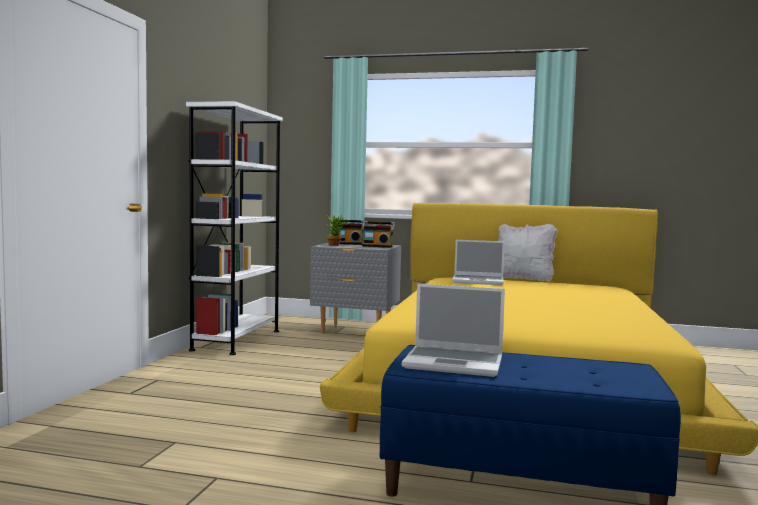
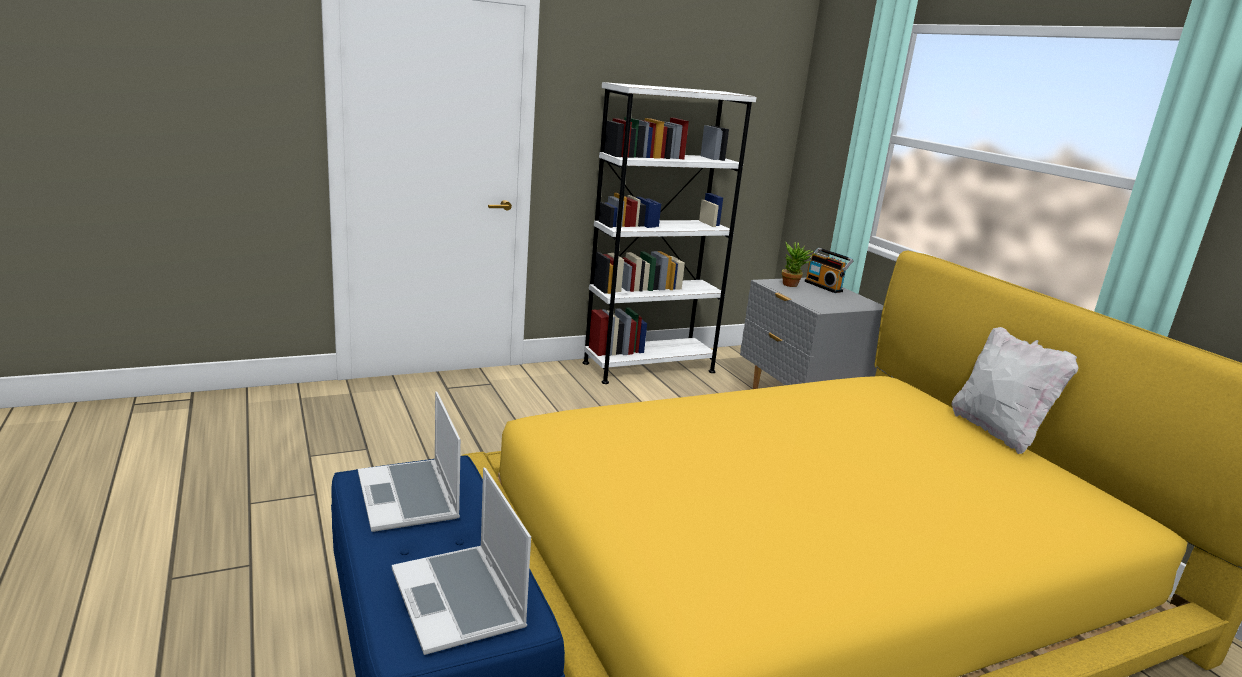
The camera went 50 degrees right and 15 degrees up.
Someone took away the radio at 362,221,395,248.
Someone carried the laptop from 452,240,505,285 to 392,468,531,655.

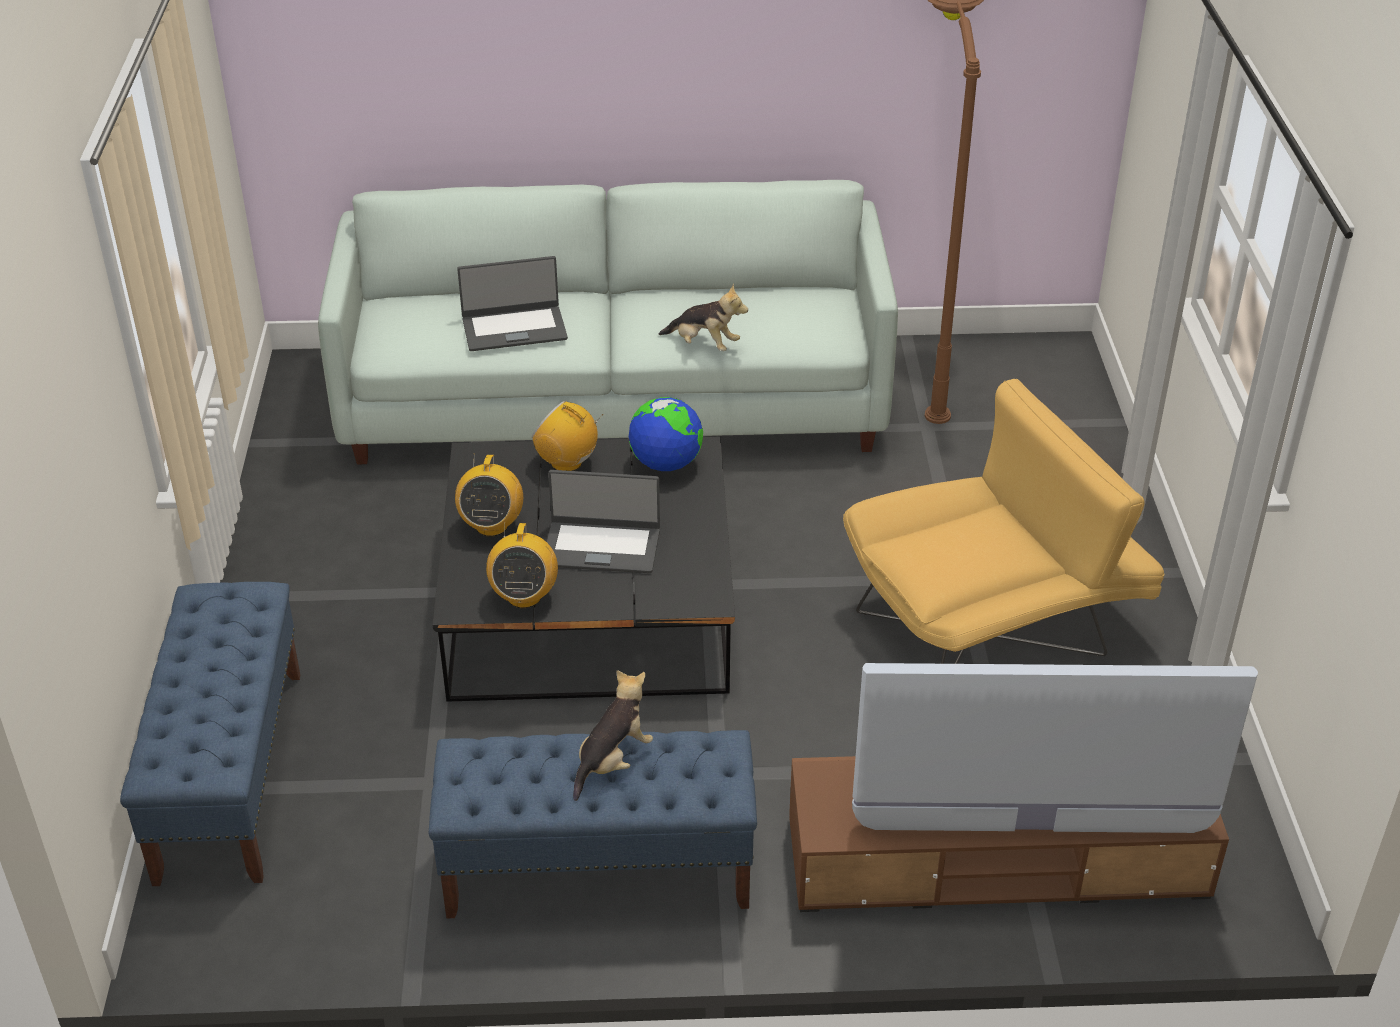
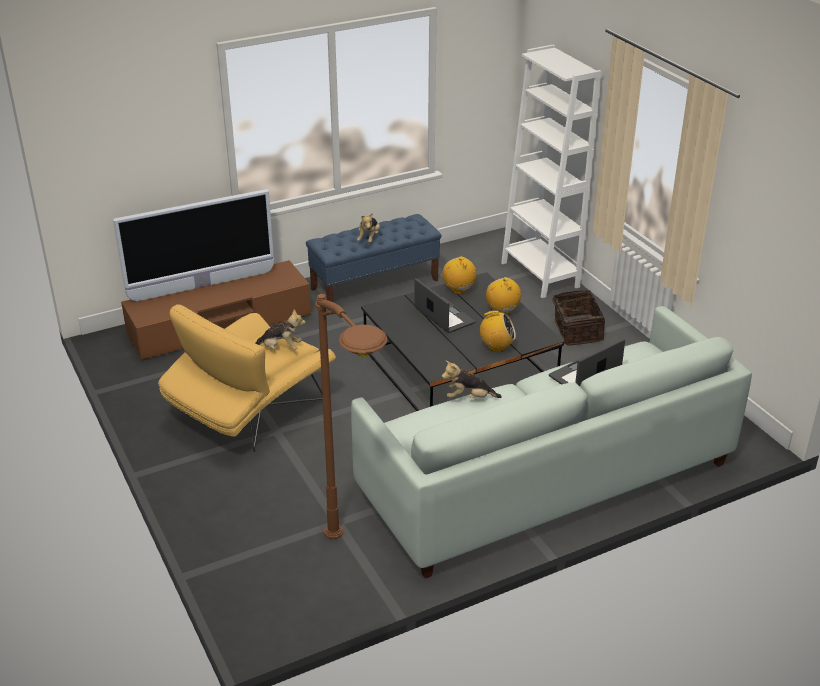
The camera went 155 degrees right and 5 degrees down.
Someone took away the globe at 629,397,703,471.
Someone rotated the laptop at 547,470,660,573 by 75 degrees clockwise.
Someone swapped the blue bench at 120,582,300,886 for the white bookcase at 501,45,602,298.
Someone put down the basket at 551,290,605,345.
Someone put down the plush toy at 255,309,306,350.

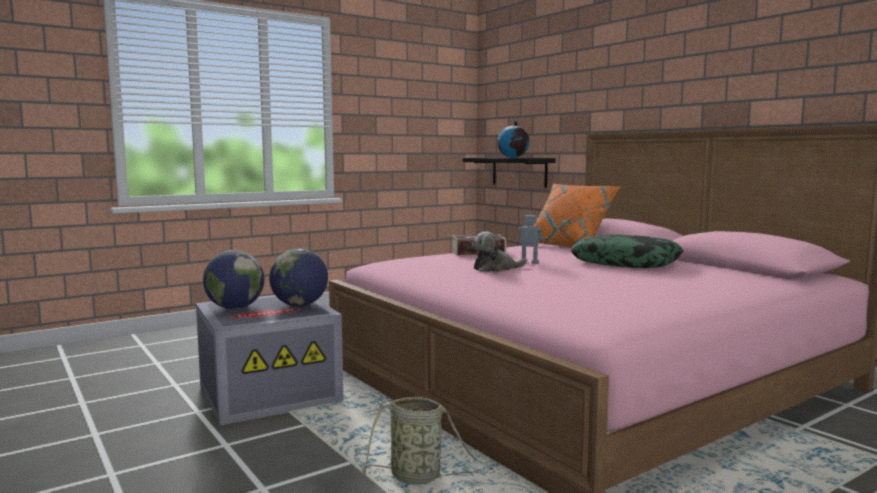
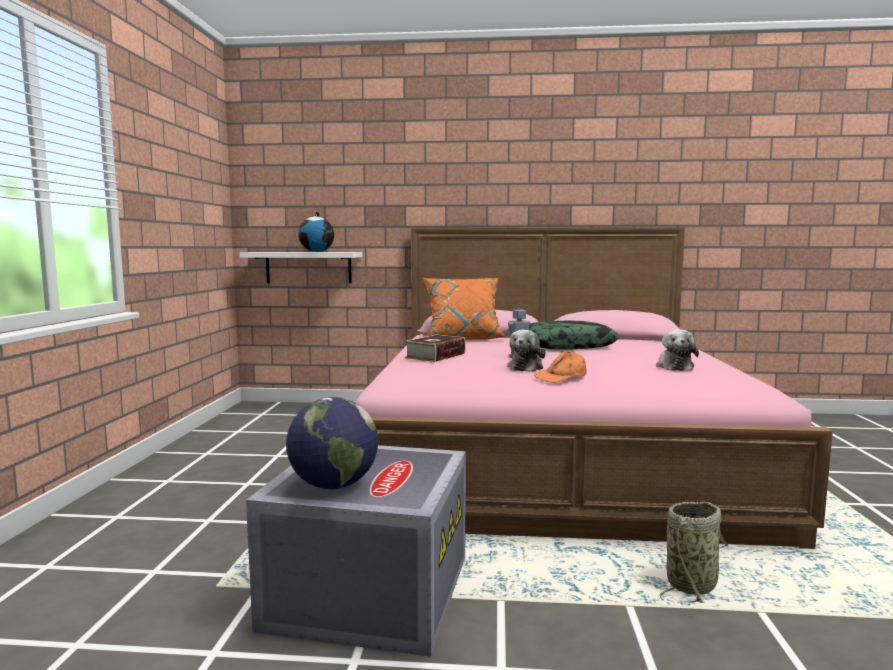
The camera went 50 degrees left and 0 degrees up.
Someone repainted the black shelf at 463,158,556,188, which became the white shelf at 240,252,362,283.
Someone took away the globe at 269,248,328,306.
Someone put down the plush toy at 656,329,699,371.
Someone put down the orange cap at 534,351,587,383.

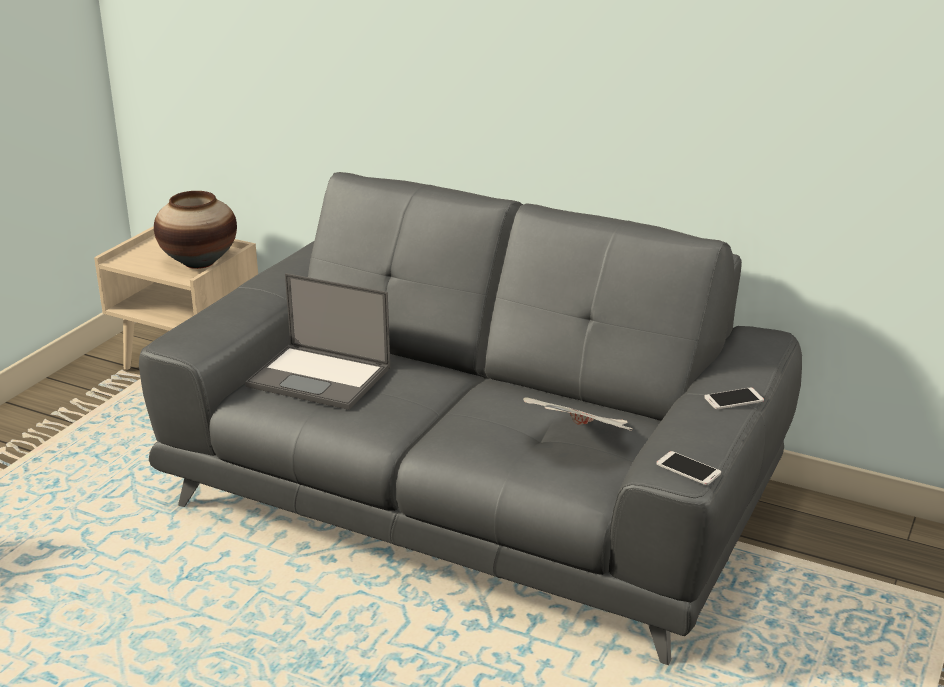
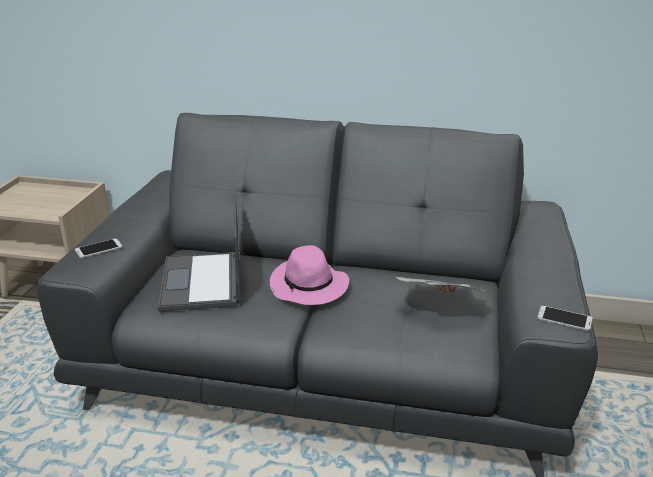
The camera went 15 degrees left and 0 degrees up.
Someone took away the vase at 154,191,237,269.
Someone rotated the laptop at 245,273,390,410 by 75 degrees clockwise.
Someone carried the phone from 704,387,764,409 to 75,238,123,258.
Someone put down the pink hat at 270,245,349,305.

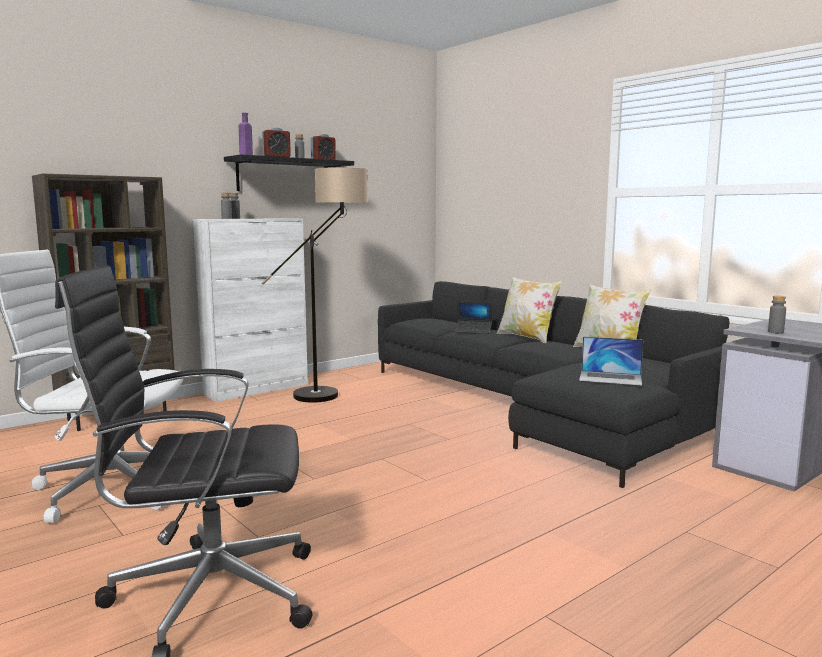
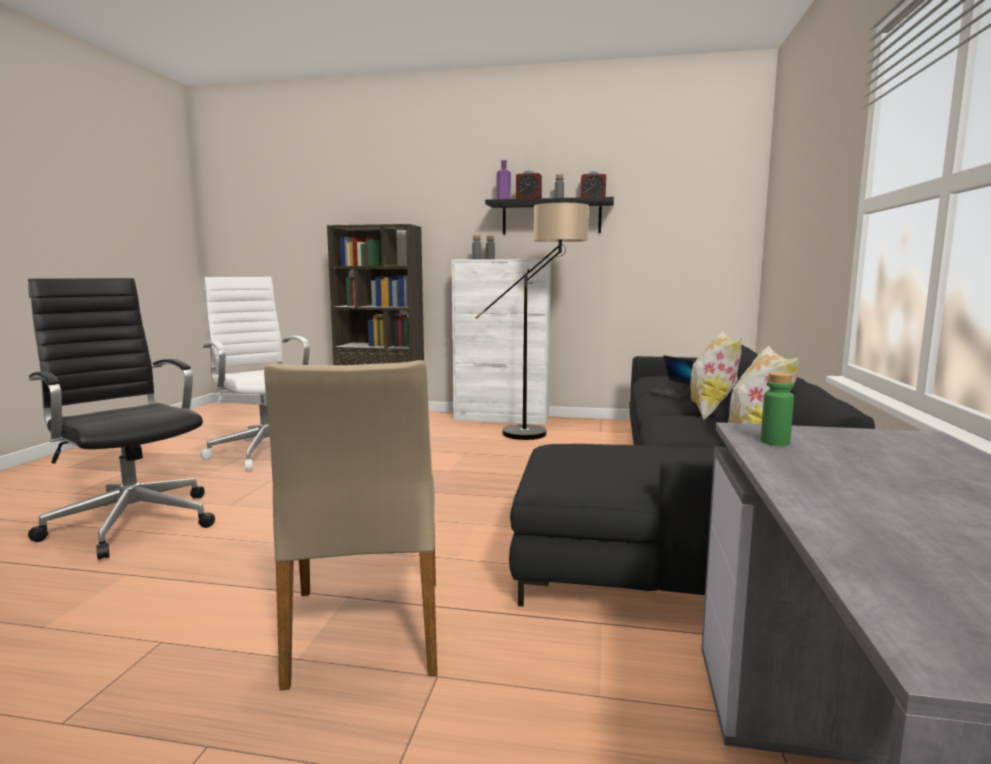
The camera went 50 degrees right and 0 degrees up.
Someone repainted the grey bottle at 768,296,786,334, which became the green bottle at 761,372,794,446.
Someone took away the laptop at 579,336,643,385.
Someone put down the beige chair at 264,360,437,691.

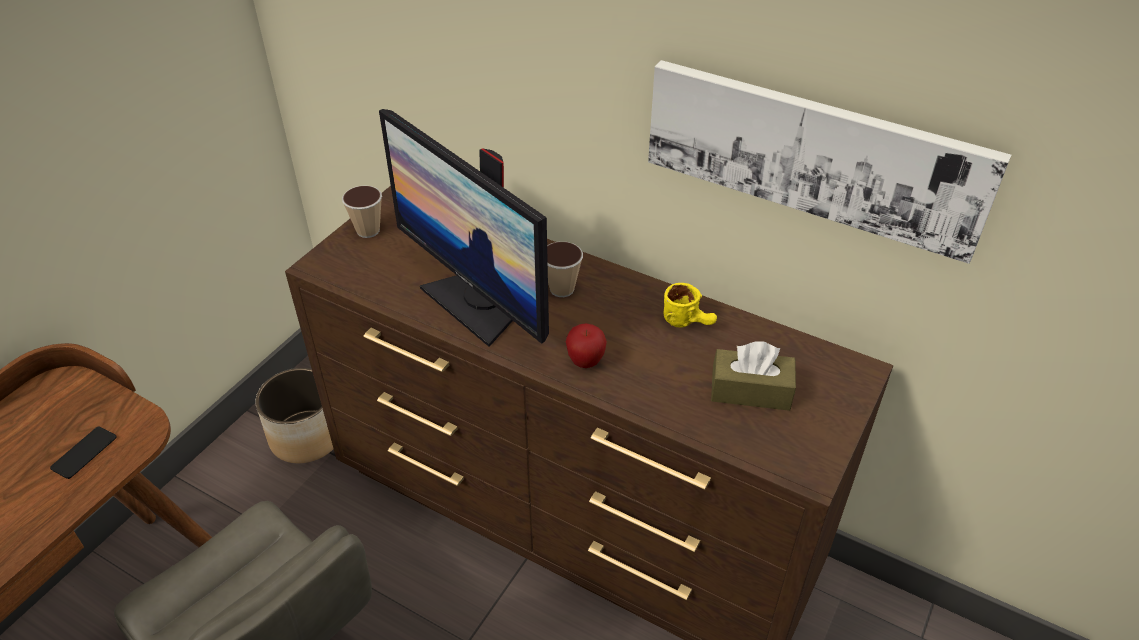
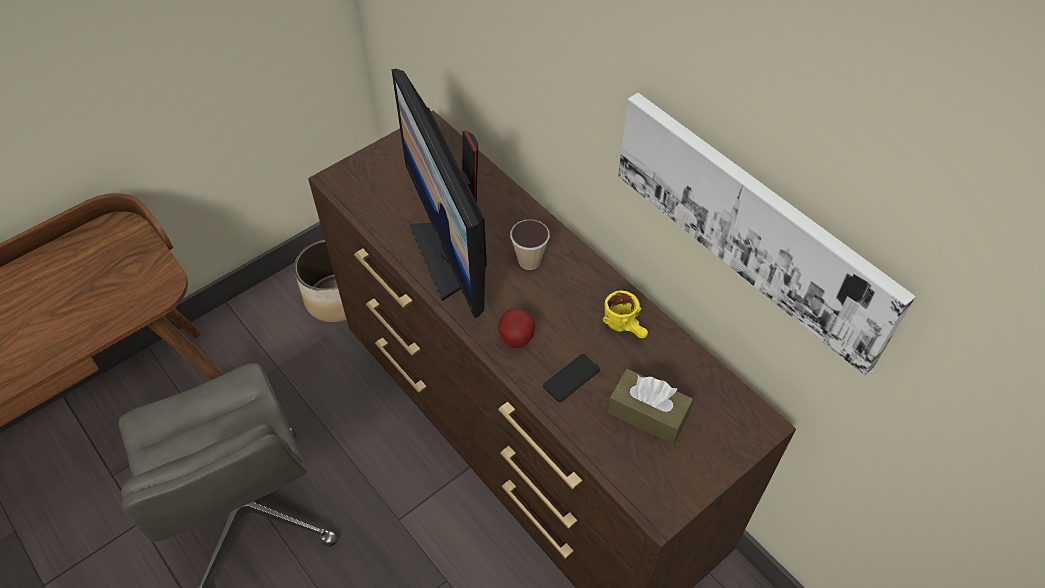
The camera went 20 degrees right and 10 degrees up.
Someone took away the cup at 342,185,382,238.
Someone carried the phone from 50,426,116,479 to 543,354,600,402.

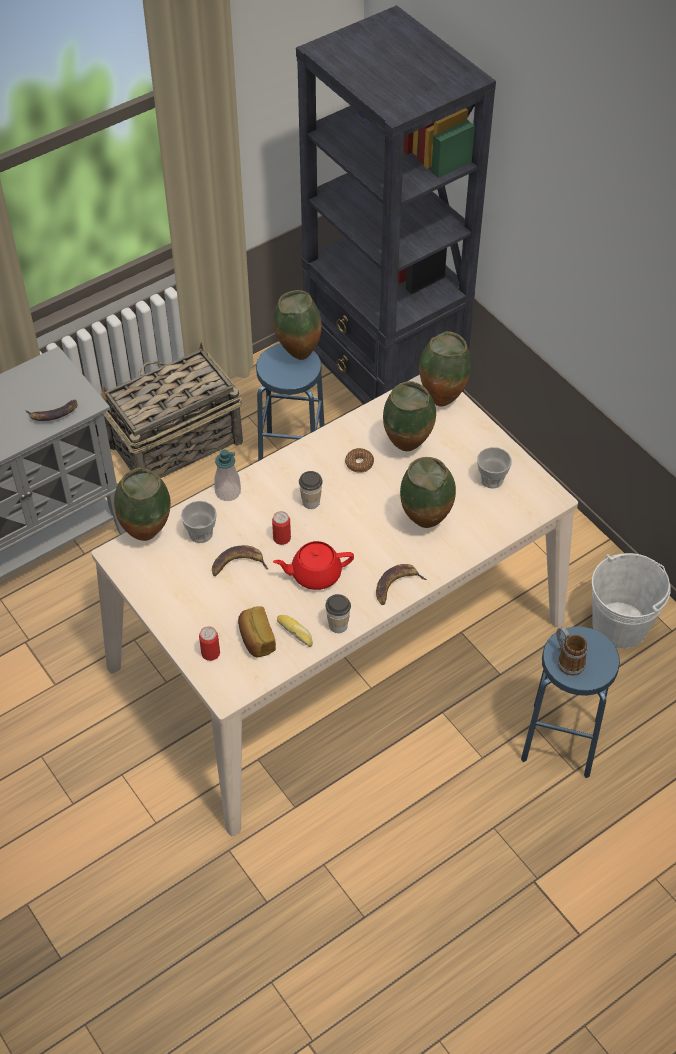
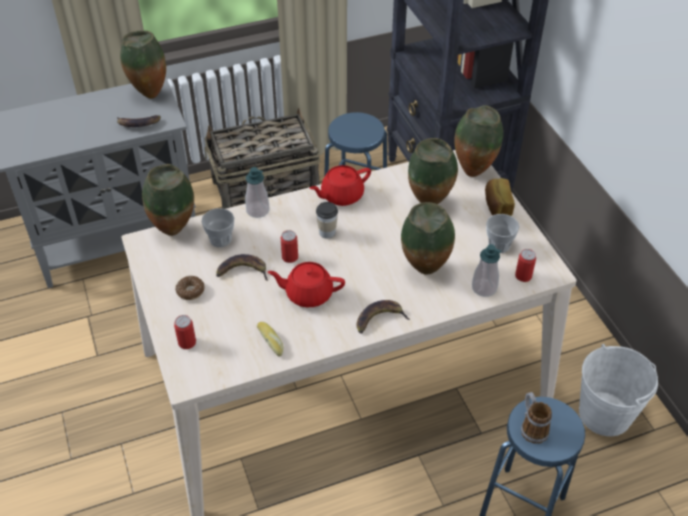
The camera went 15 degrees right and 5 degrees down.
Someone carried the vase from 273,290,322,360 to 120,30,166,99.
Someone carried the donut from 345,448,374,473 to 176,276,205,300.
Someone took away the cup at 325,594,351,633.
Someone carried the bread from 238,606,276,658 to 485,178,515,216.
Someone put down the red teapot at 310,165,371,206.
Someone put down the soap dispenser at 472,244,501,297.
Someone put down the can at 515,249,536,282.

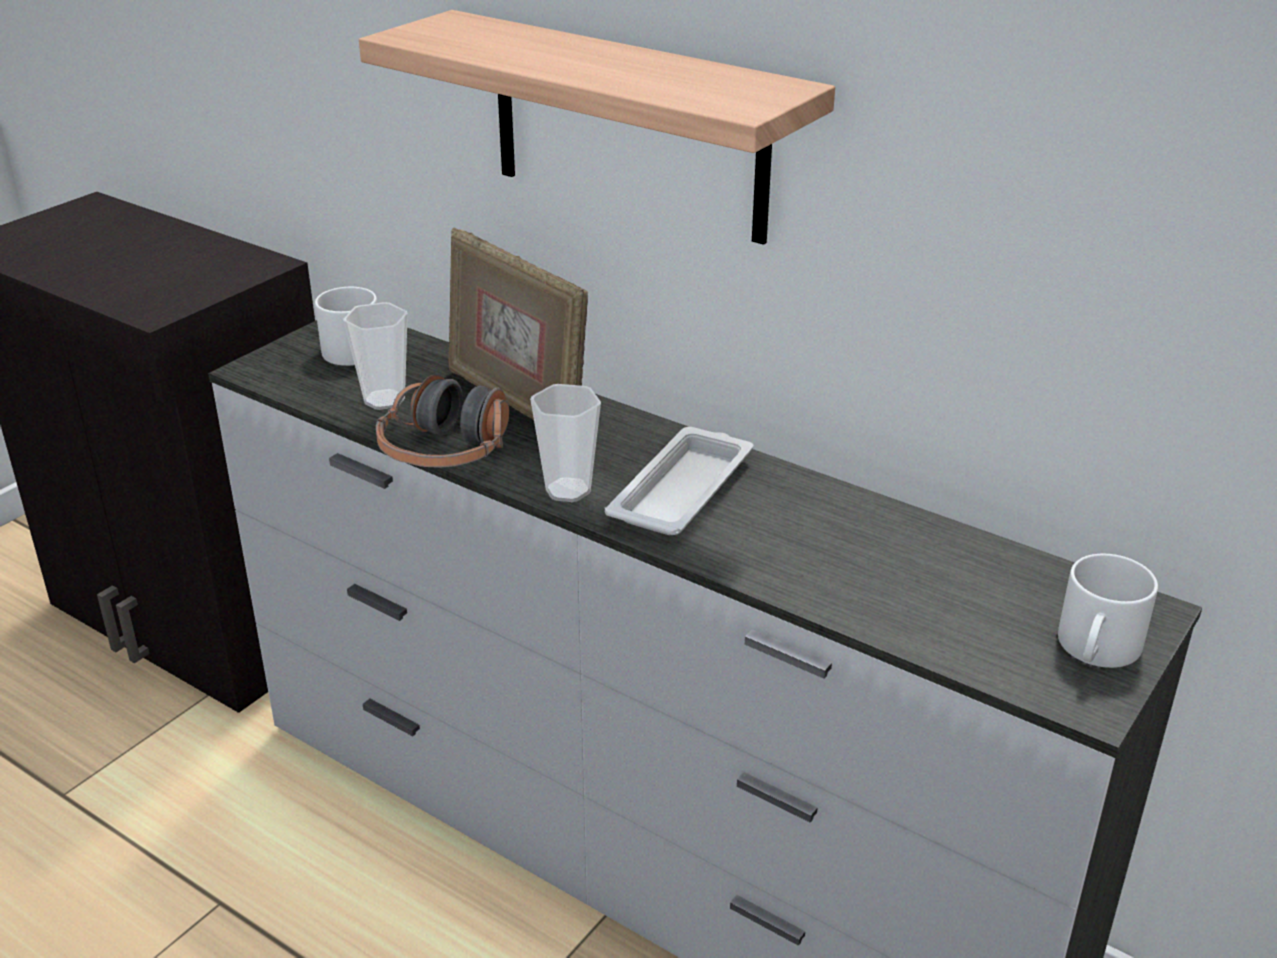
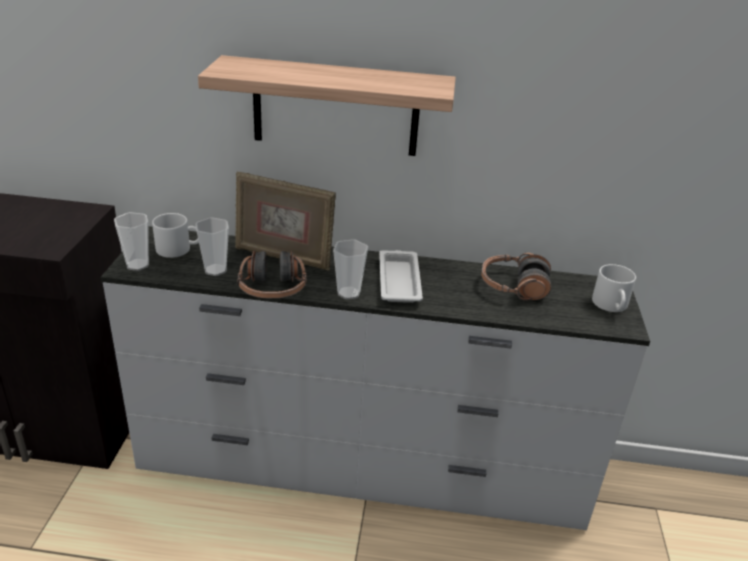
The camera went 30 degrees left and 0 degrees up.
Someone put down the cup at 114,212,149,271.
Someone put down the headphones at 481,253,551,301.

